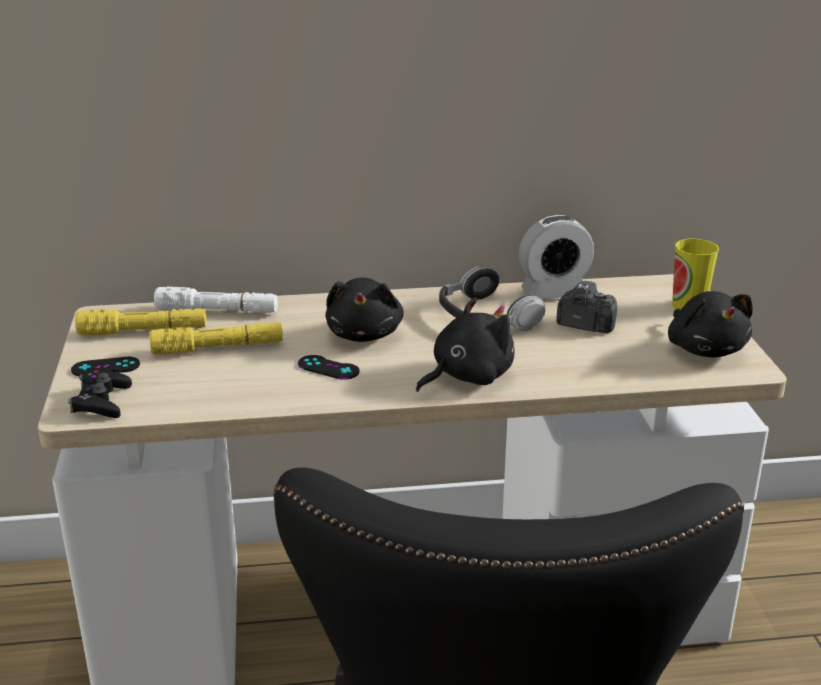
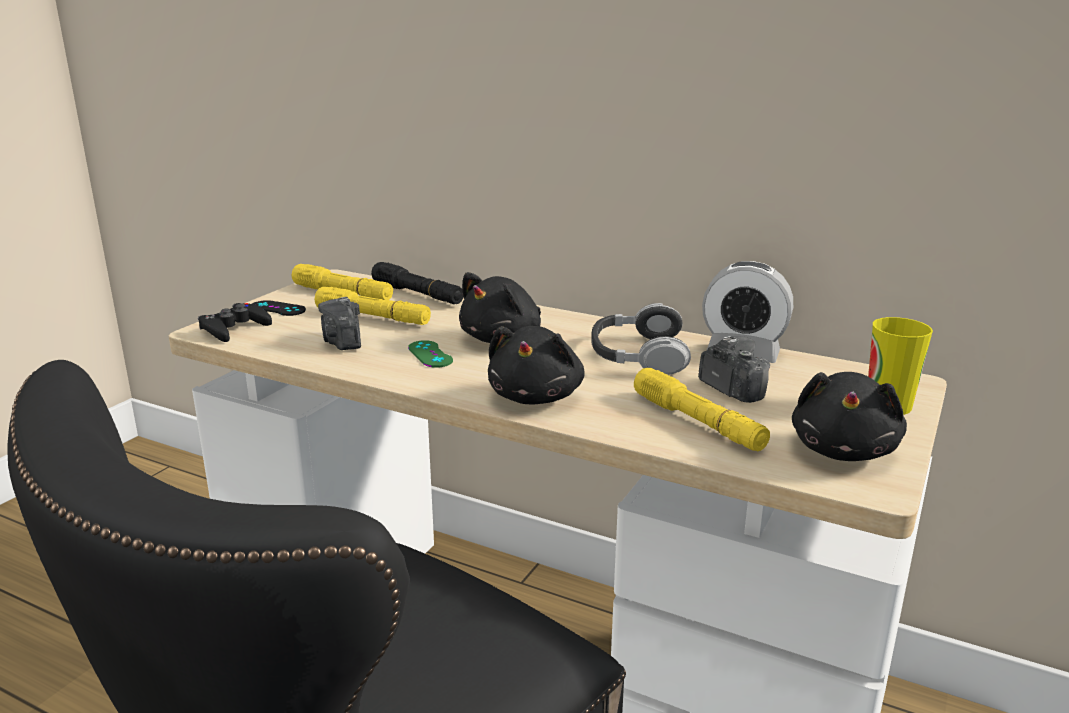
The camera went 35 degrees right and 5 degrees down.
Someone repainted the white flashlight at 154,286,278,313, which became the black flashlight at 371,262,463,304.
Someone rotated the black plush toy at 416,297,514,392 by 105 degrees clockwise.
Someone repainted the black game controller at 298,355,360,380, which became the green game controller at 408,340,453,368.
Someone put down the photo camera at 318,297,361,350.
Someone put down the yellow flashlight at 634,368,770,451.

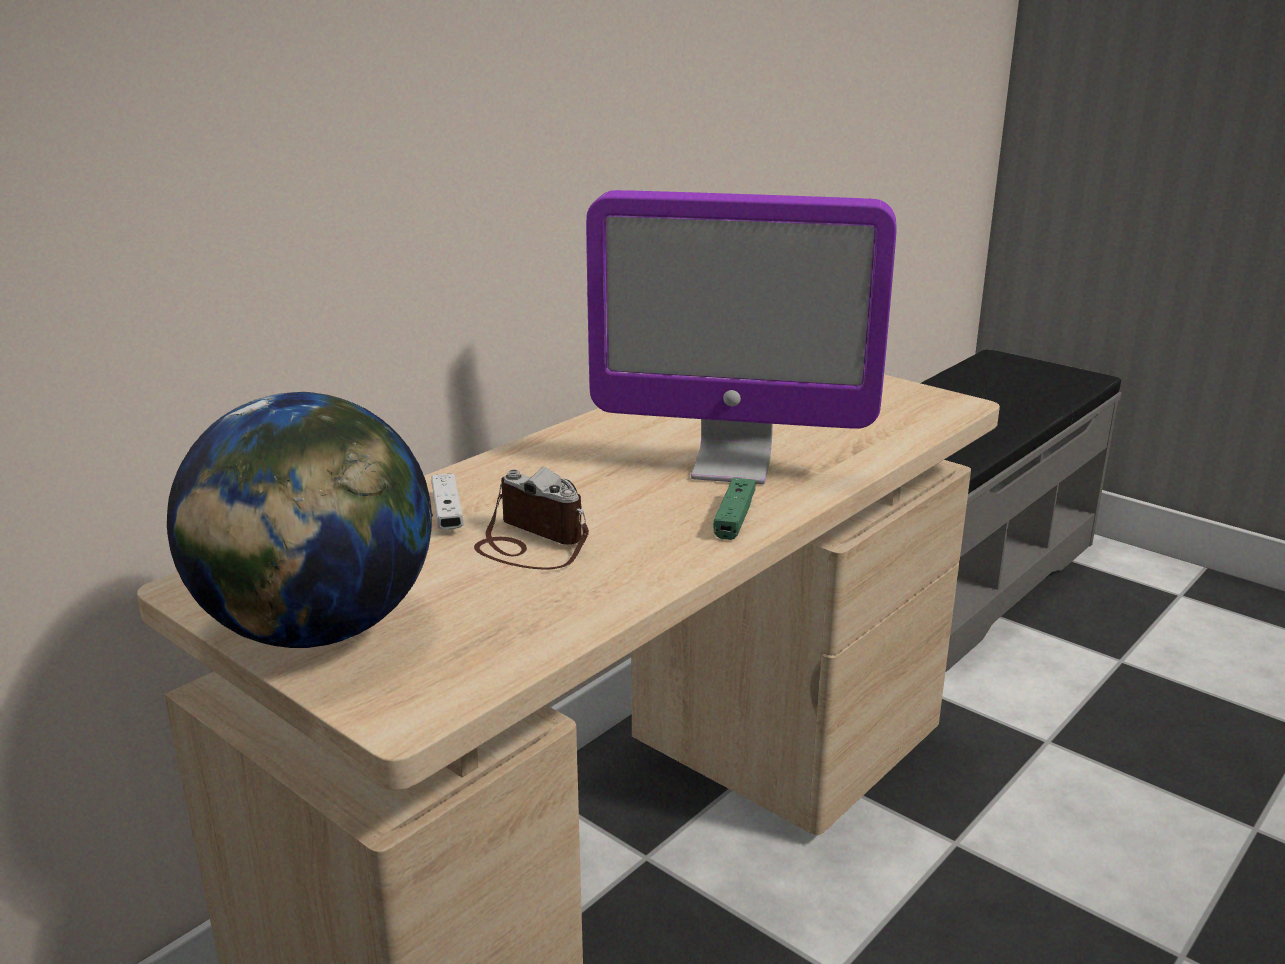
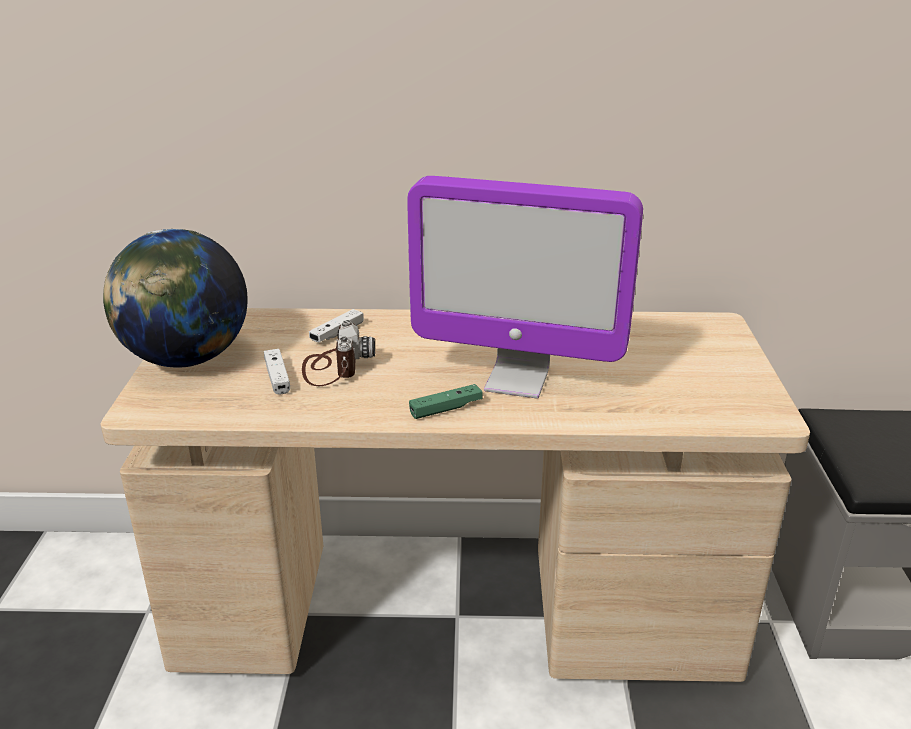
The camera went 50 degrees right and 5 degrees up.
Someone rotated the monitor at 586,190,897,484 by 45 degrees counterclockwise.
Someone put down the white game controller at 264,349,290,395.

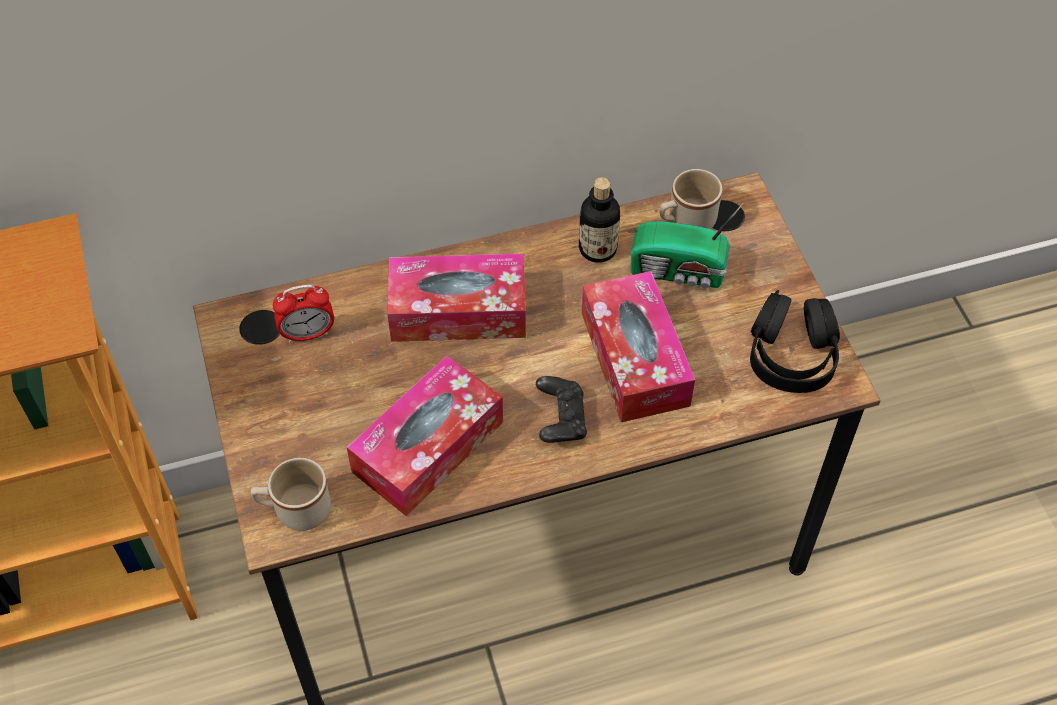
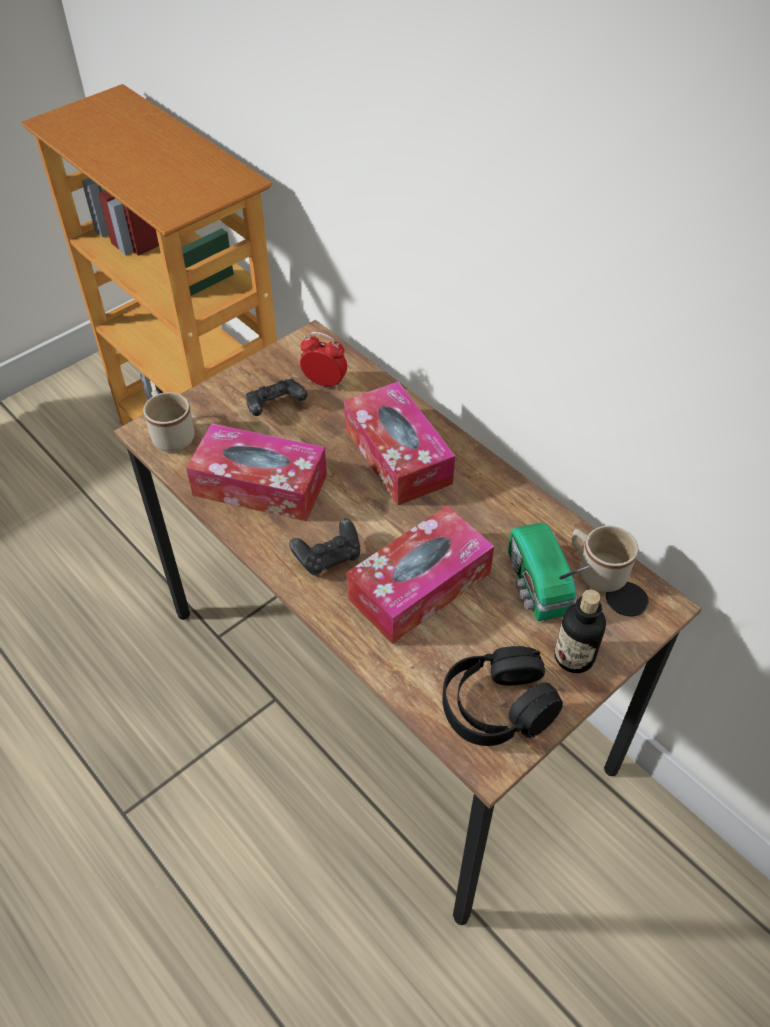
The camera went 65 degrees right and 5 degrees down.
Someone carried the bottle from 578,177,621,263 to 554,590,606,673.
Someone rotated the alarm clock at 273,285,334,343 by 150 degrees clockwise.
Someone put down the black game controller at 246,379,307,416.

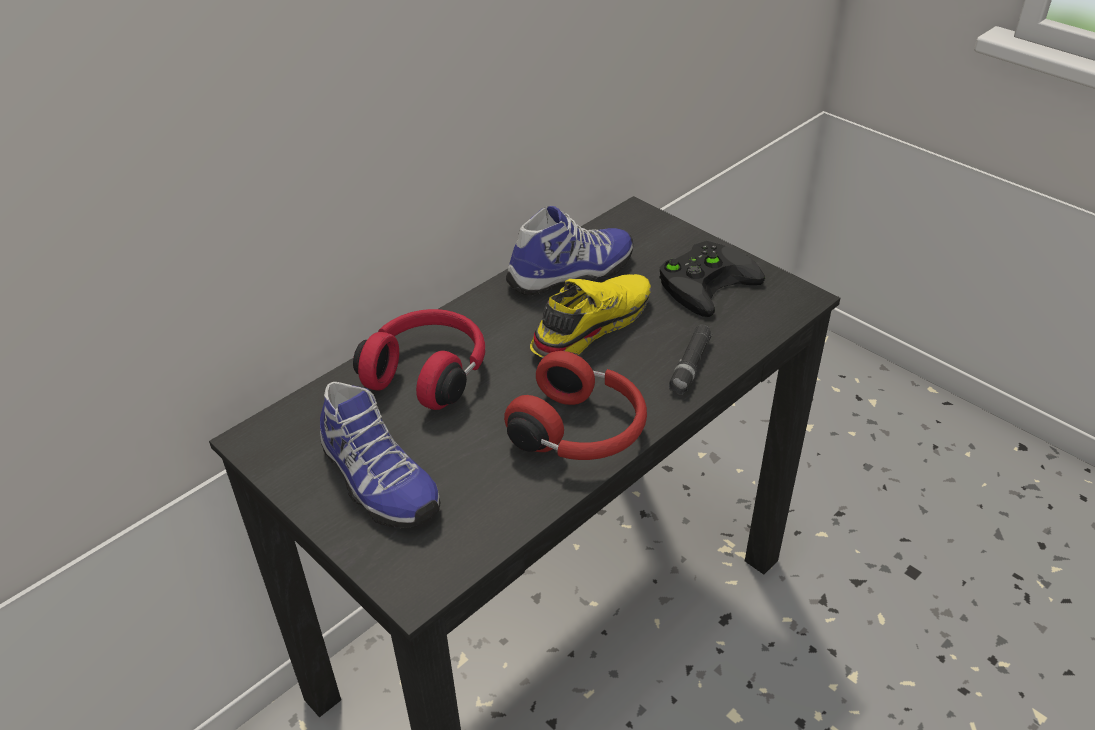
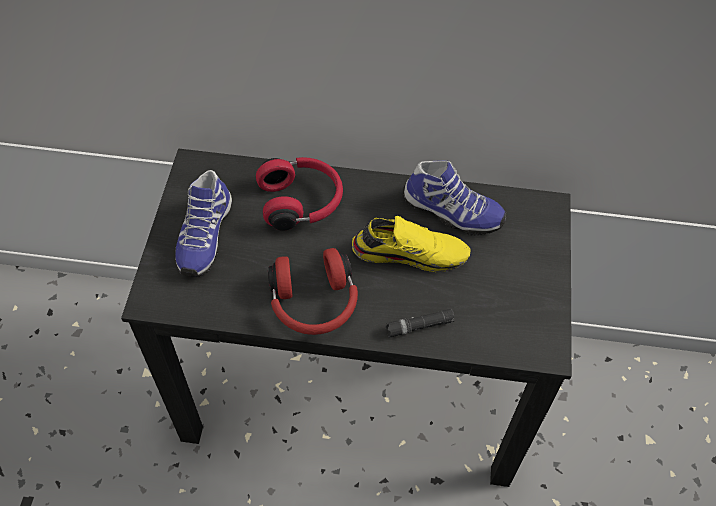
The camera went 50 degrees right and 15 degrees up.
Someone took away the black game controller at 659,241,765,317.

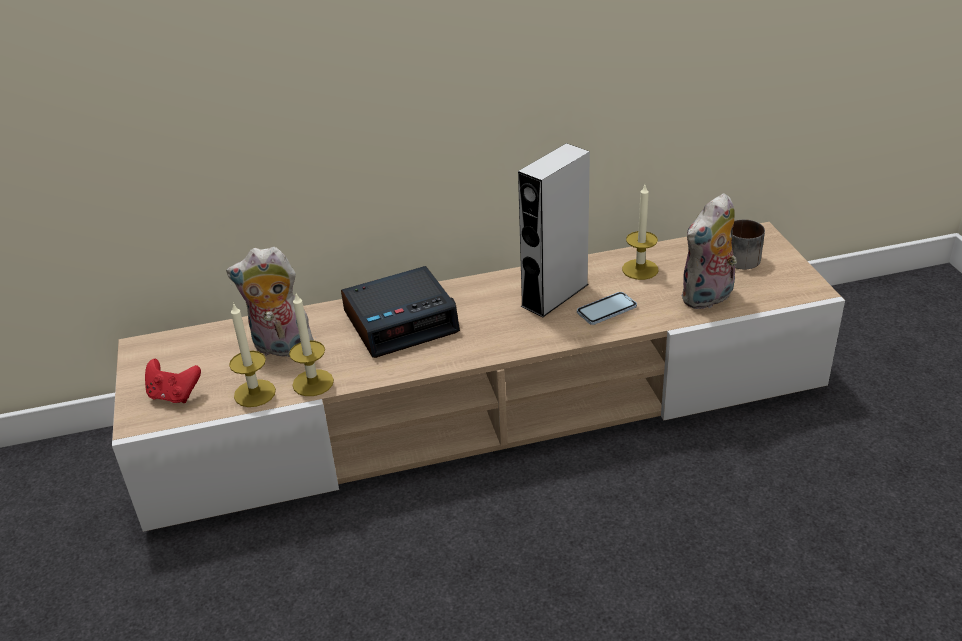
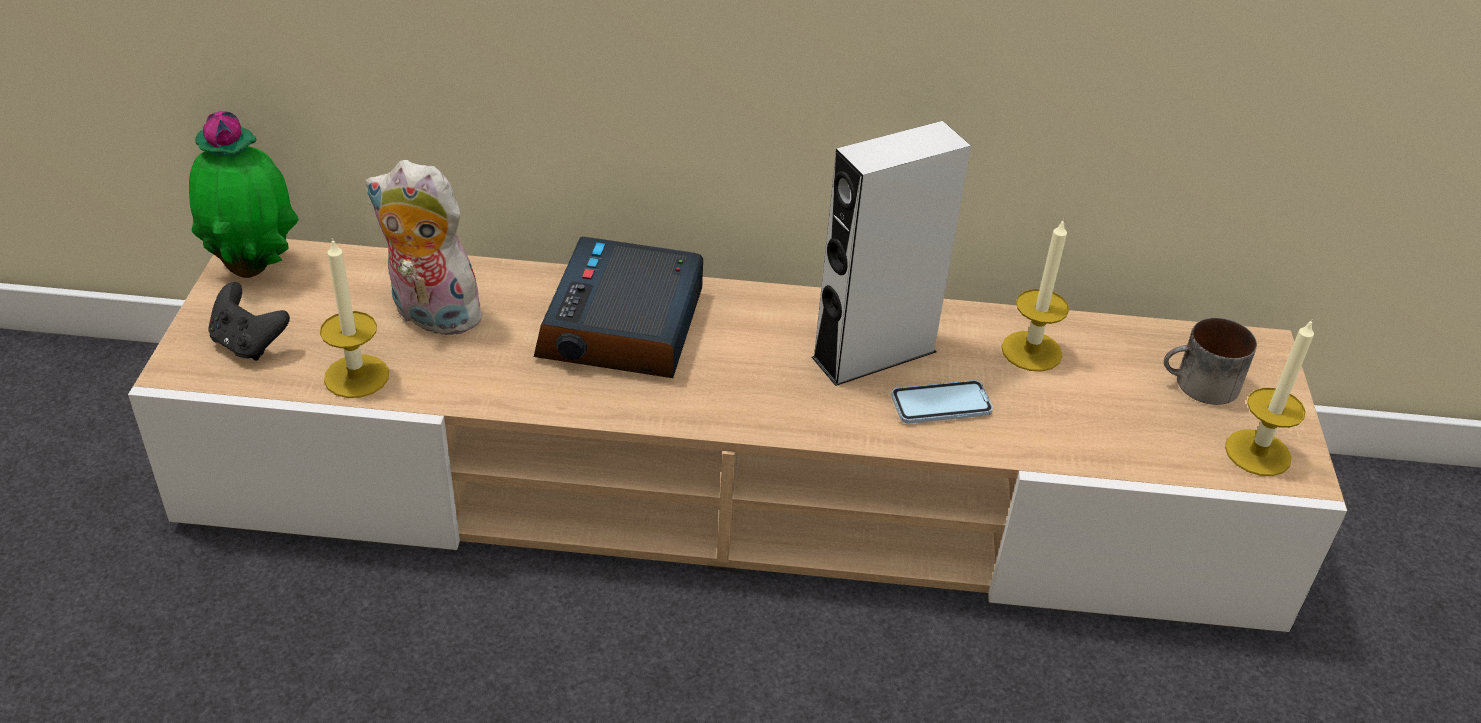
The camera went 15 degrees right and 5 degrees up.
Someone took away the plush toy at 681,193,737,309.
Someone rotated the alarm clock at 341,266,460,358 by 105 degrees clockwise.
Someone carried the candle from 289,294,334,396 to 1225,319,1314,476.
Someone repainted the red game controller at 145,359,201,403, which became the black game controller at 208,282,290,361.
Someone put down the potted plant at 189,111,299,278.

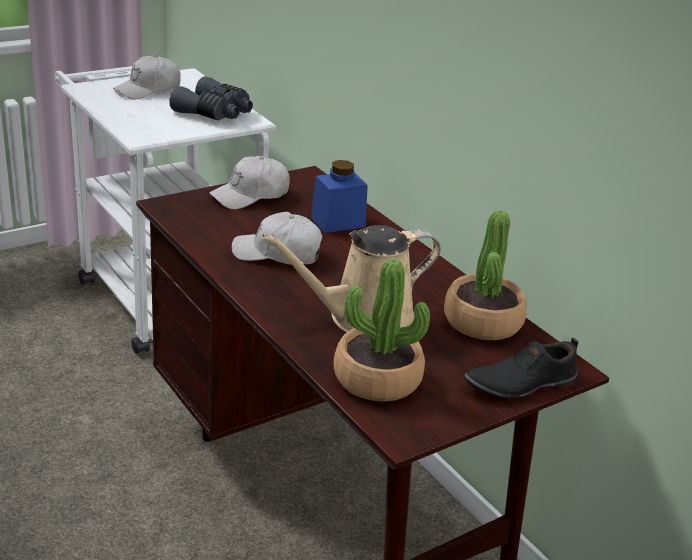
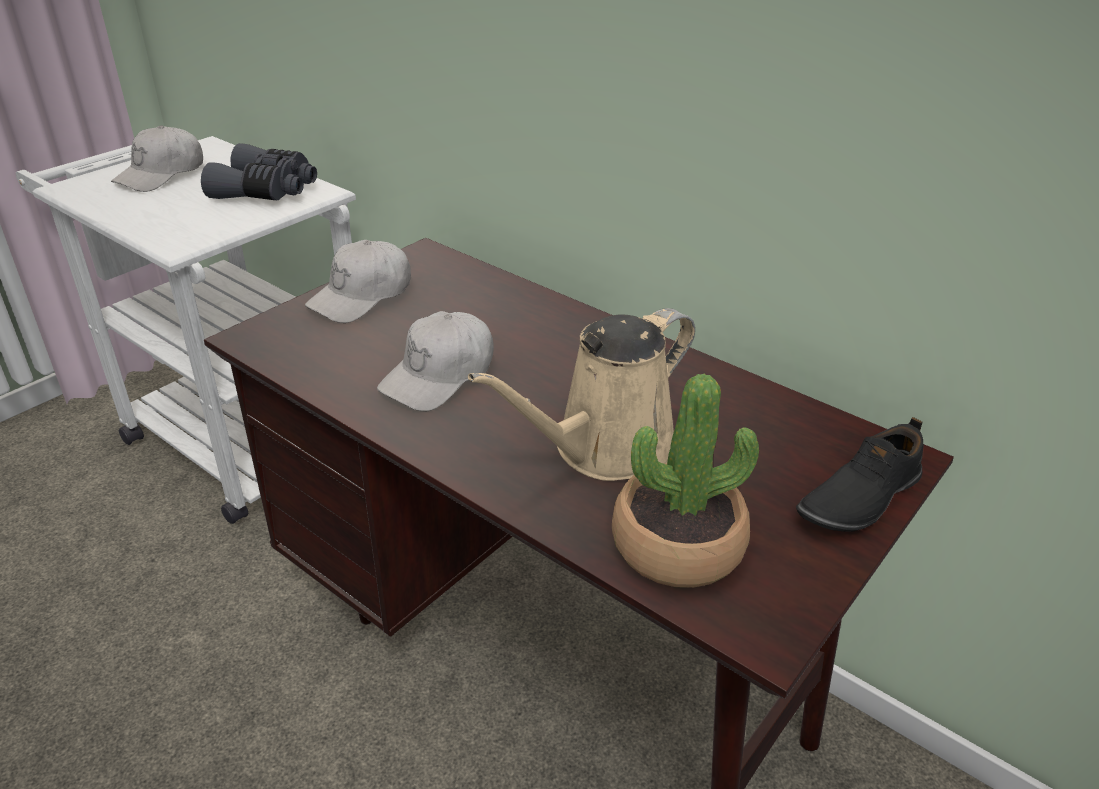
The camera went 15 degrees left and 5 degrees up.
Someone took away the blue jar at 311,160,368,233.
Someone took away the potted plant at 444,210,527,340.
Someone rotated the white cap at 232,212,322,265 by 45 degrees counterclockwise.

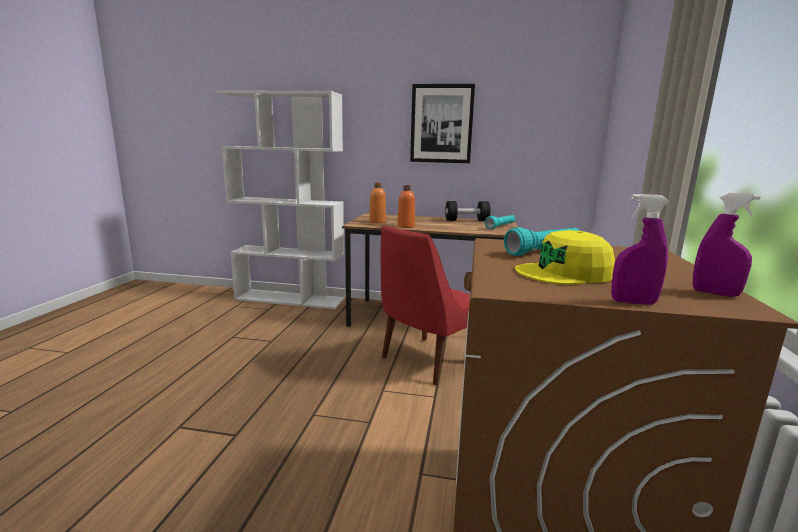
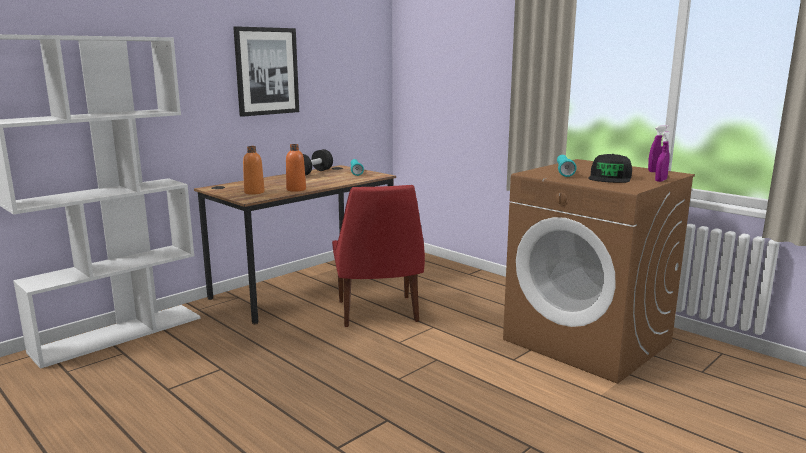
The camera went 55 degrees left and 0 degrees up.
Someone repainted the yellow cap at 515,230,615,285, which became the black cap at 589,154,632,183.

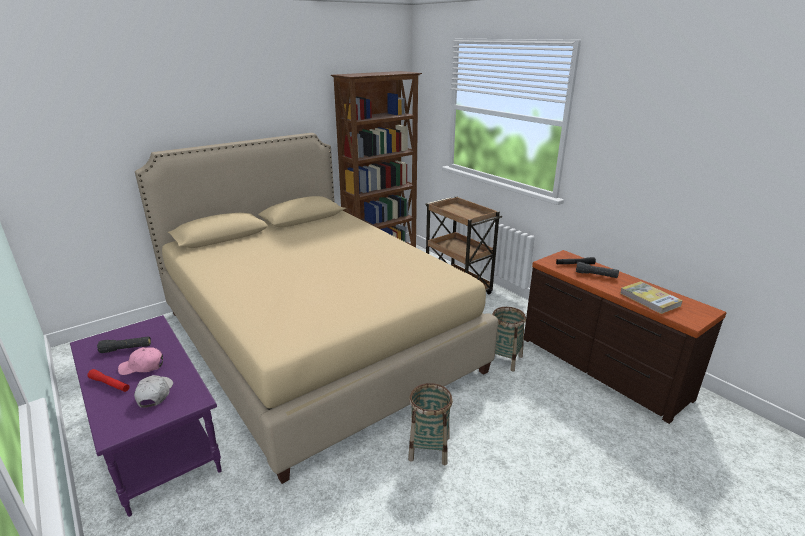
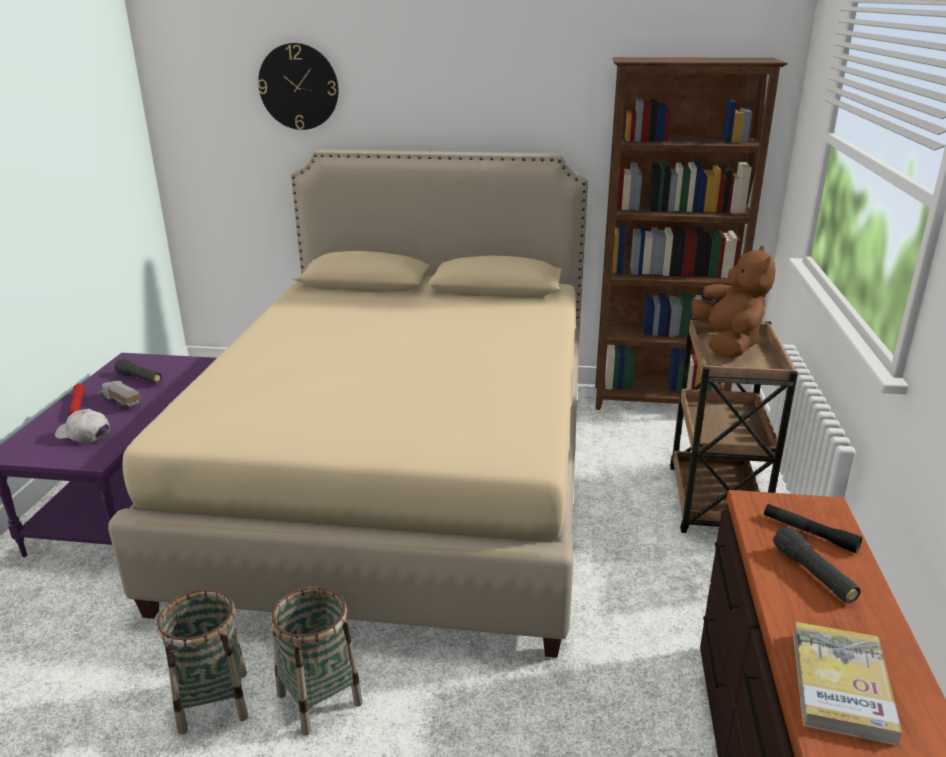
The camera went 45 degrees right and 0 degrees up.
Someone carried the basket from 492,307,526,371 to 157,589,248,735.
Someone swapped the pink cap at 118,347,163,375 for the toy truck at 98,381,141,409.
Someone rotated the white cap at 134,375,173,408 by 105 degrees counterclockwise.
Someone put up the wall clock at 258,43,338,130.
Someone put down the brown plush toy at 691,246,776,358.

